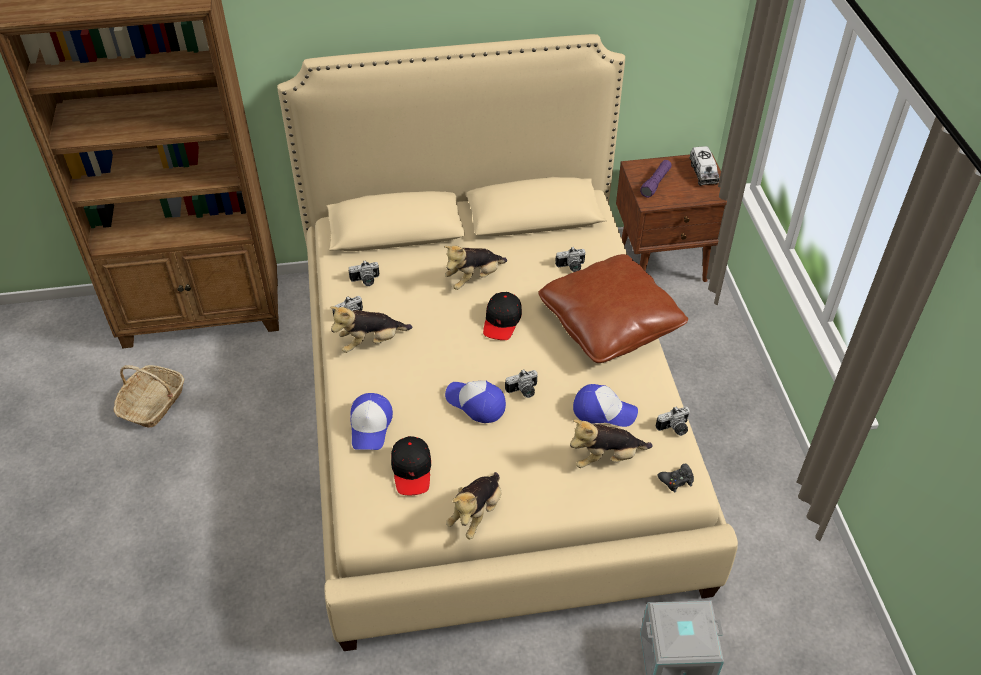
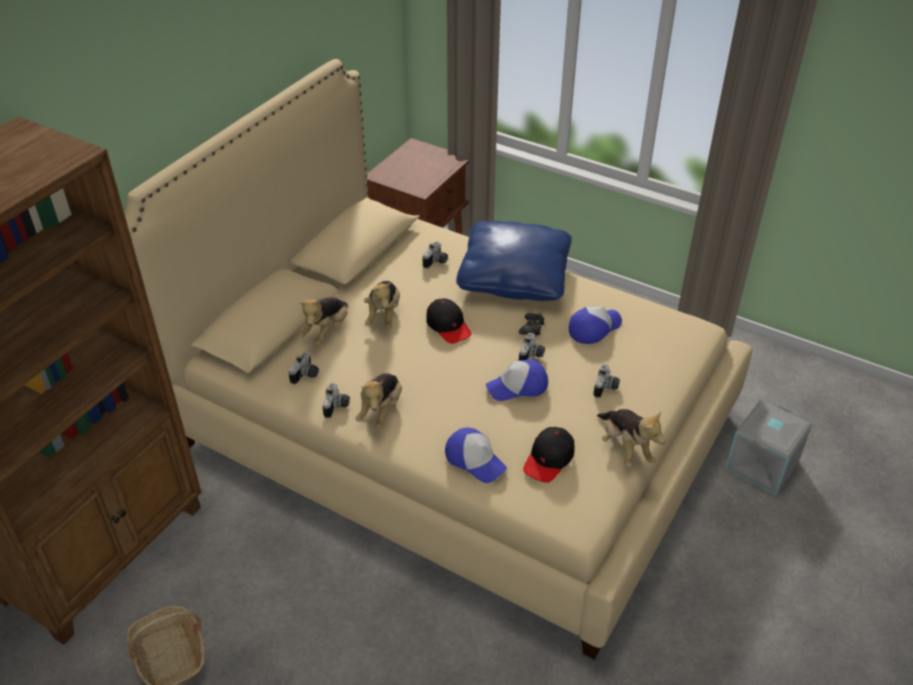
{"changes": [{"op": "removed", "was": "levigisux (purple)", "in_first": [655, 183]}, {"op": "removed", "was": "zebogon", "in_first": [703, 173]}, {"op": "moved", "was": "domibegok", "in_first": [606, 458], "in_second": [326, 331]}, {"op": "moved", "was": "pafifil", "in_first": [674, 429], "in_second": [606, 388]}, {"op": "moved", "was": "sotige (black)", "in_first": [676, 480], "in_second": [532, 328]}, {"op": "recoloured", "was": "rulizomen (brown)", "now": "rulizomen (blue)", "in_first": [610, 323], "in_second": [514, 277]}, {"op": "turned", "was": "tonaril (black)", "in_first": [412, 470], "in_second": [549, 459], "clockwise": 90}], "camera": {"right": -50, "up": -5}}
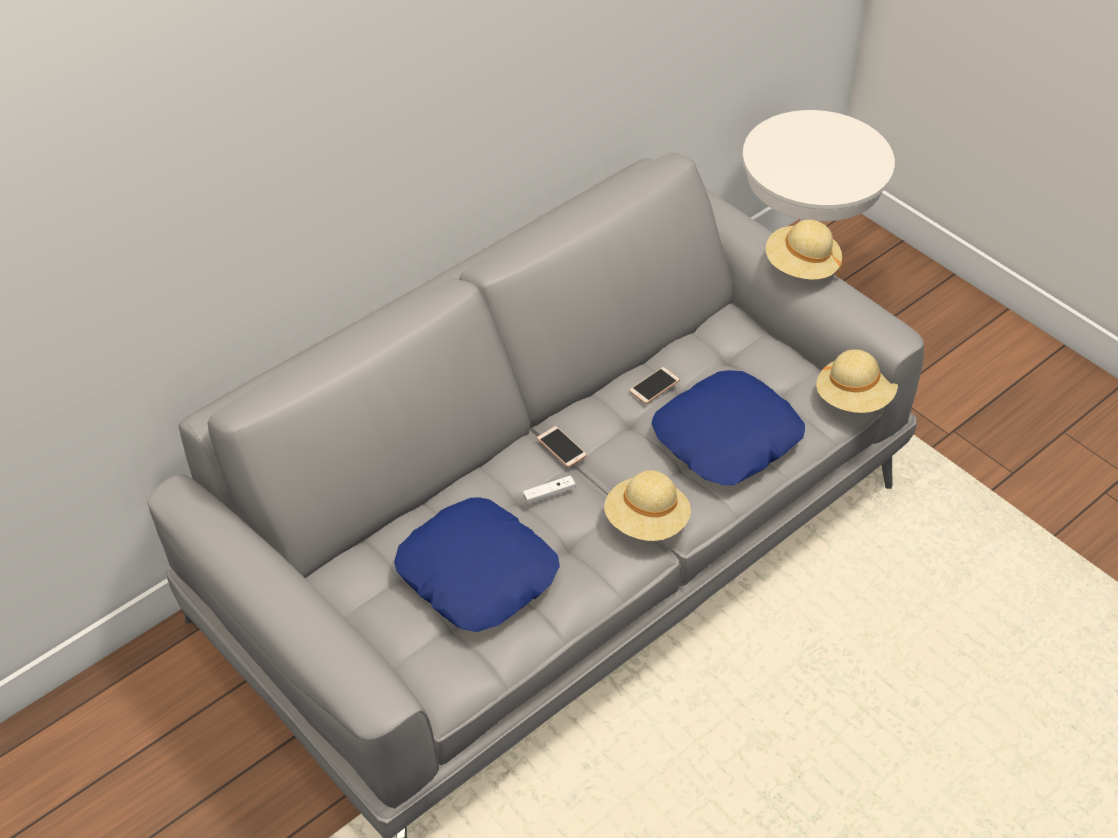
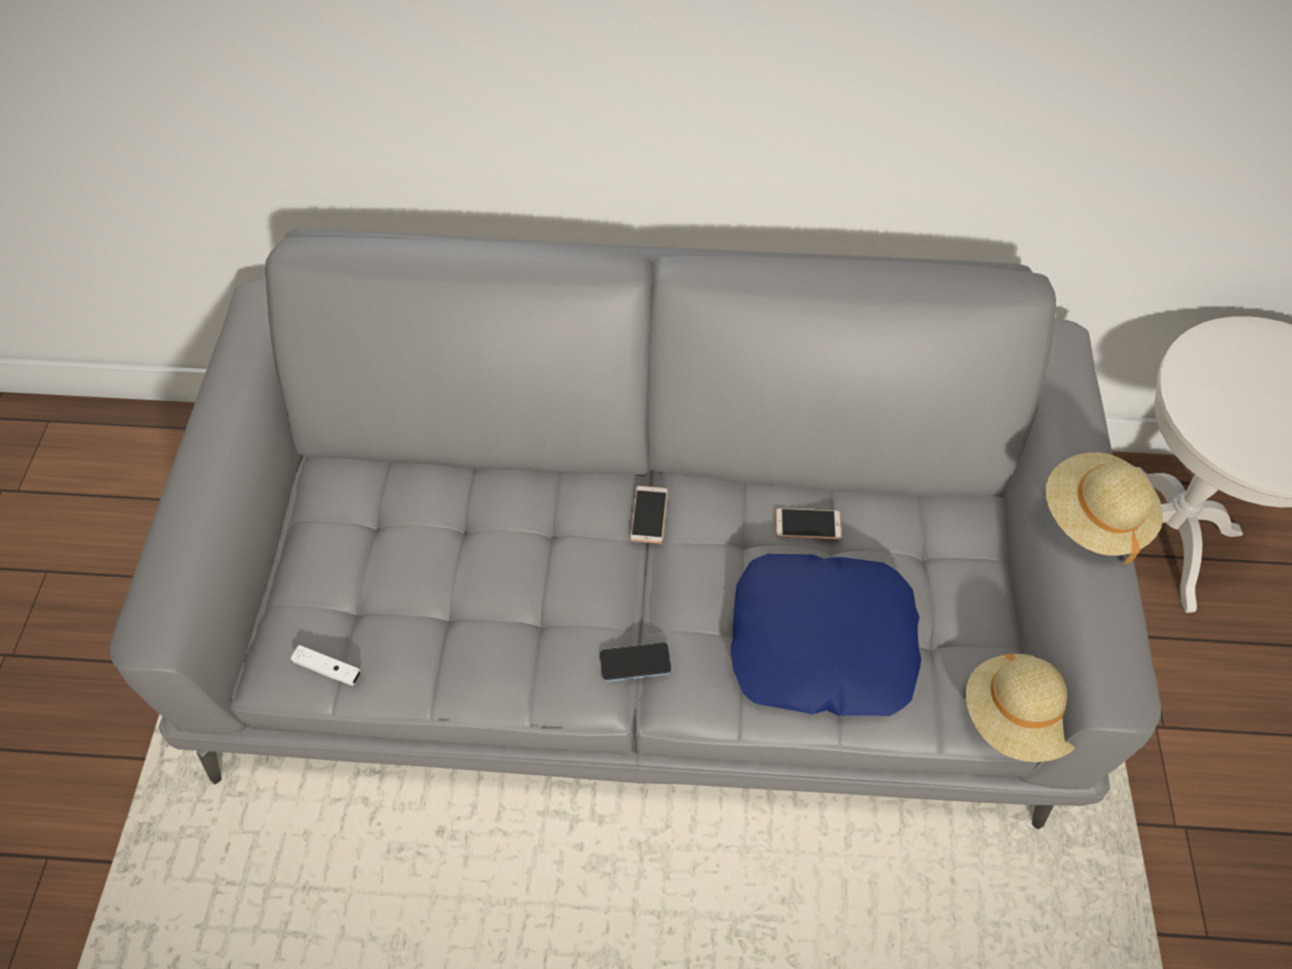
{"changes": [{"op": "removed", "was": "rulizomen (blue)", "in_first": [478, 573]}, {"op": "moved", "was": "sotige (white)", "in_first": [549, 494], "in_second": [328, 669]}, {"op": "replaced", "was": "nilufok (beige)", "now": "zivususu", "in_first": [646, 522], "in_second": [635, 663]}], "camera": {"right": 45, "up": 10}}
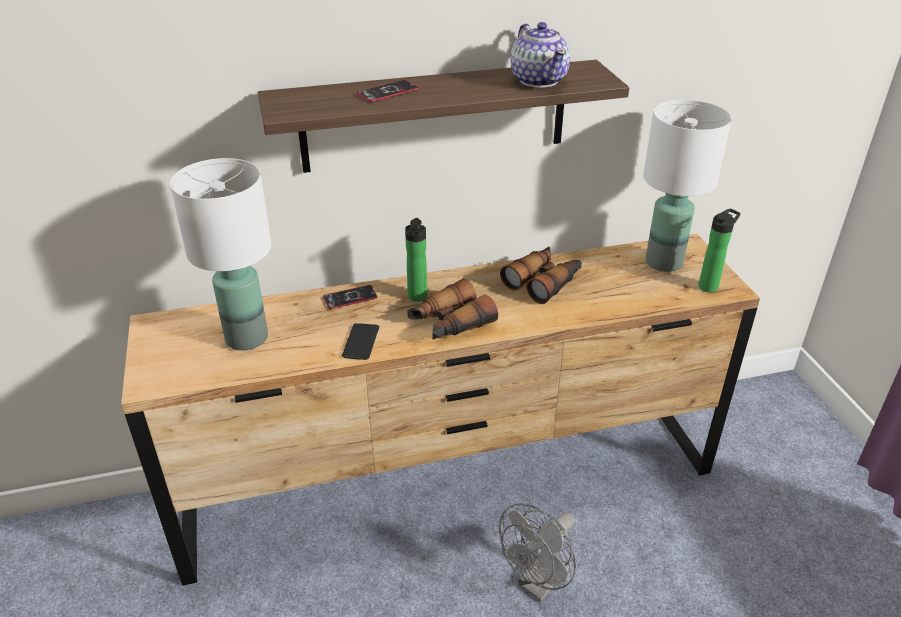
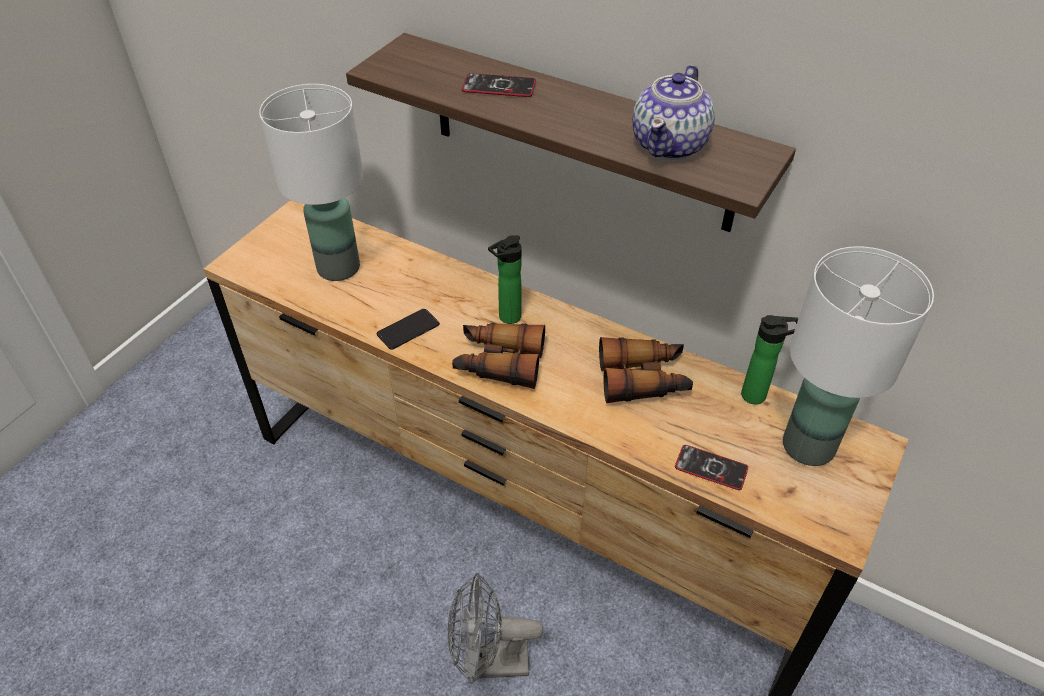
{"changes": [{"op": "moved", "was": "zivususu", "in_first": [350, 298], "in_second": [711, 468]}, {"op": "moved", "was": "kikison", "in_first": [710, 286], "in_second": [757, 395]}], "camera": {"right": 45, "up": 10}}
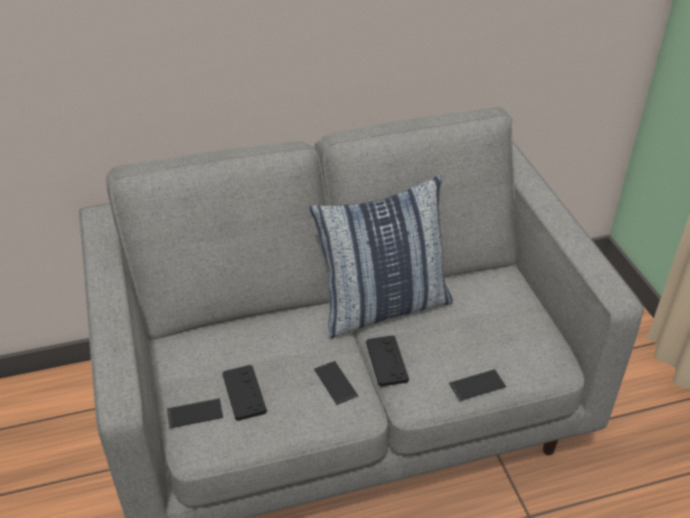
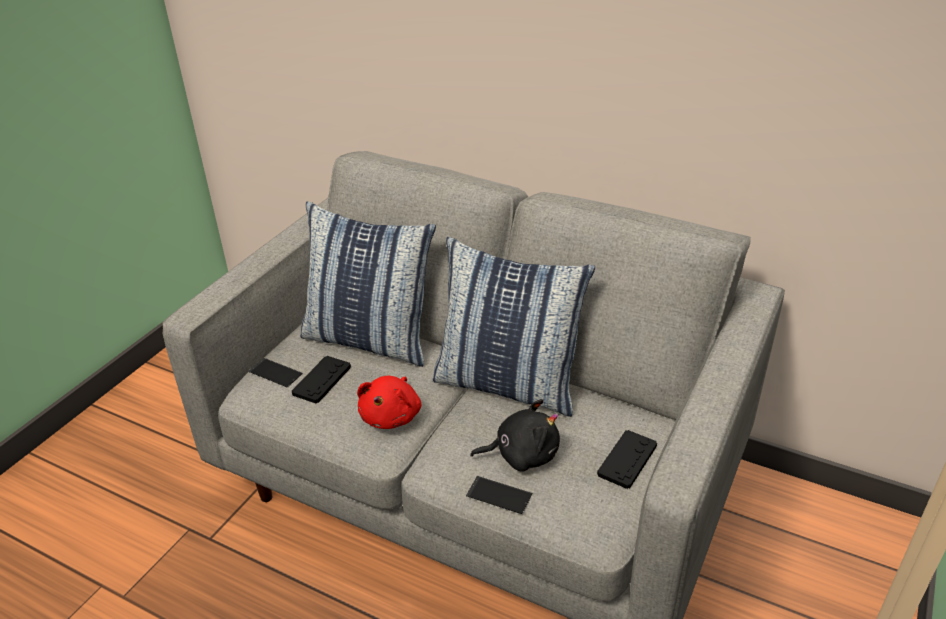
{"changes": [{"op": "added", "now": "rulizomen", "in_second": [370, 340]}, {"op": "added", "now": "domibegok (black)", "in_second": [522, 454]}, {"op": "moved", "was": "sotige (black)", "in_first": [386, 361], "in_second": [627, 460]}, {"op": "replaced", "was": "zivususu", "now": "domibegok (red)", "in_first": [335, 382], "in_second": [392, 416]}], "camera": {"right": 45, "up": -5}}
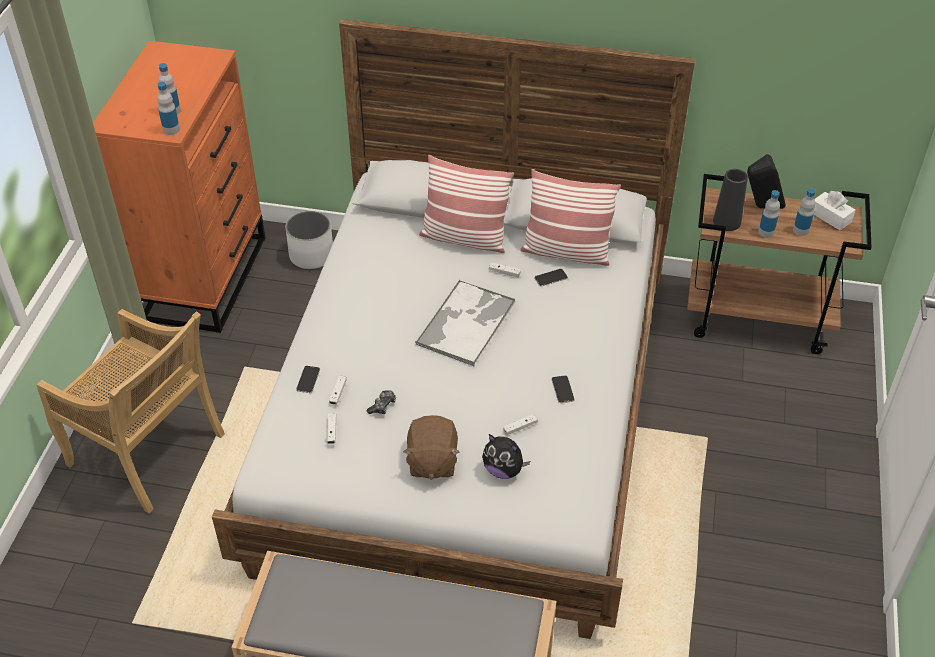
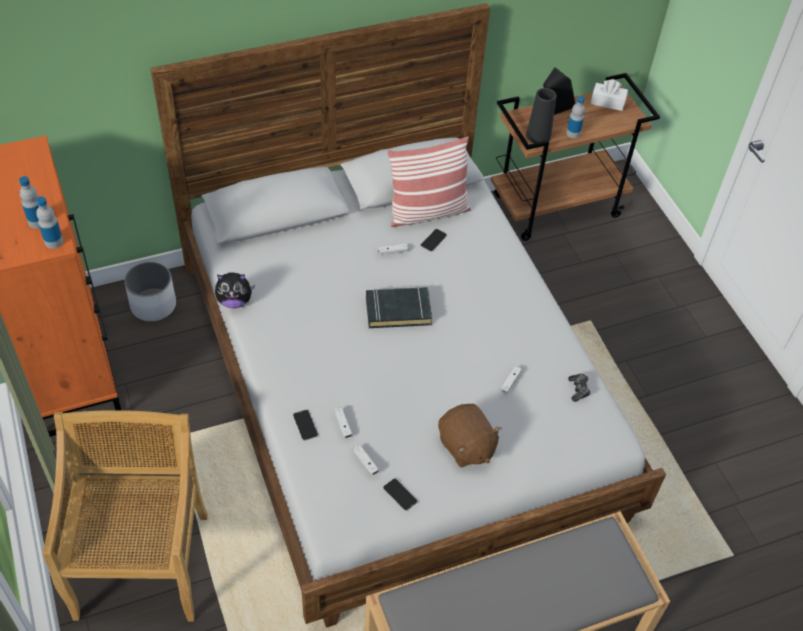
{"changes": [{"op": "removed", "was": "rulizomen", "in_first": [464, 238]}, {"op": "removed", "was": "kikison", "in_first": [801, 230]}, {"op": "moved", "was": "sotige", "in_first": [382, 406], "in_second": [578, 389]}, {"op": "moved", "was": "domibegok", "in_first": [503, 470], "in_second": [234, 301]}, {"op": "moved", "was": "zivususu", "in_first": [562, 389], "in_second": [400, 495]}, {"op": "replaced", "was": "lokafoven", "now": "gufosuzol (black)", "in_first": [466, 323], "in_second": [398, 310]}, {"op": "turned", "was": "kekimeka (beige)", "in_first": [148, 451], "in_second": [142, 562], "clockwise": -90}], "camera": {"right": -35, "up": 5}}
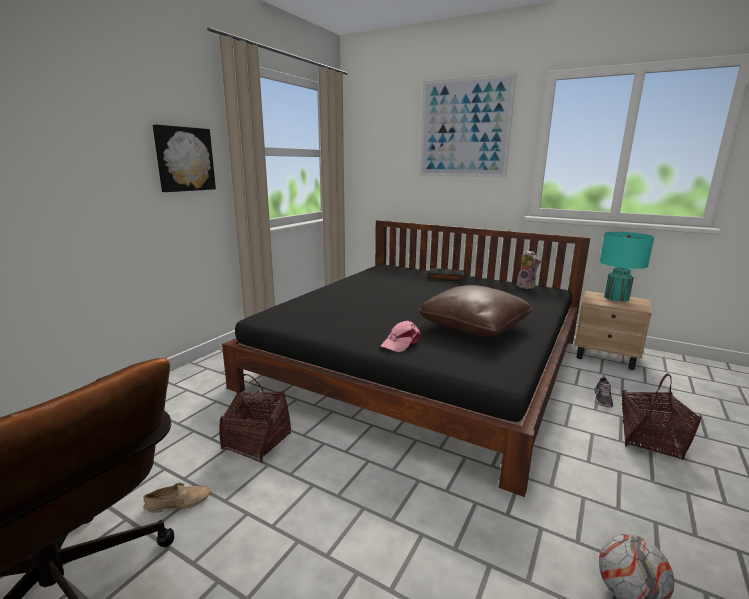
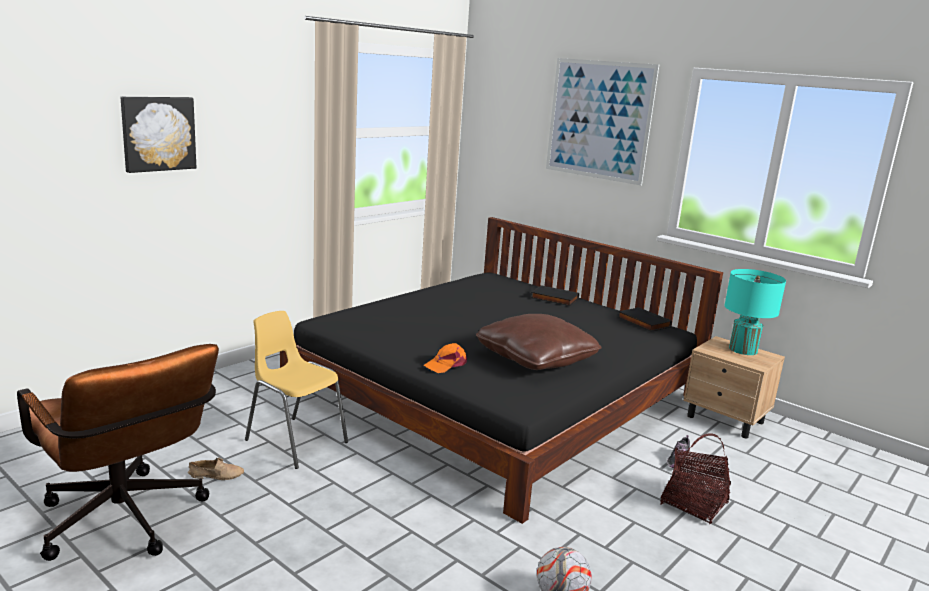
{"changes": [{"op": "moved", "was": "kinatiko", "in_first": [184, 159], "in_second": [158, 133]}, {"op": "replaced", "was": "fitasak", "now": "kekimeka (yellow)", "in_first": [257, 441], "in_second": [295, 441]}, {"op": "replaced", "was": "domibegok", "now": "gufosuzol (black)", "in_first": [526, 286], "in_second": [642, 322]}, {"op": "recoloured", "was": "tonaril (pink)", "now": "tonaril (orange)", "in_first": [401, 343], "in_second": [446, 365]}], "camera": {"right": 10, "up": 0}}
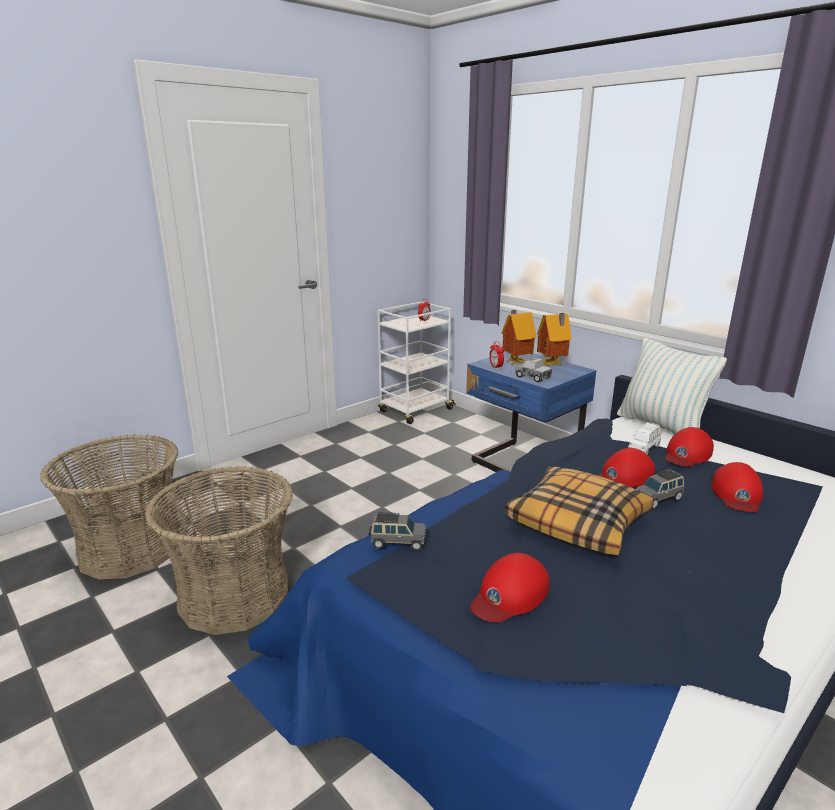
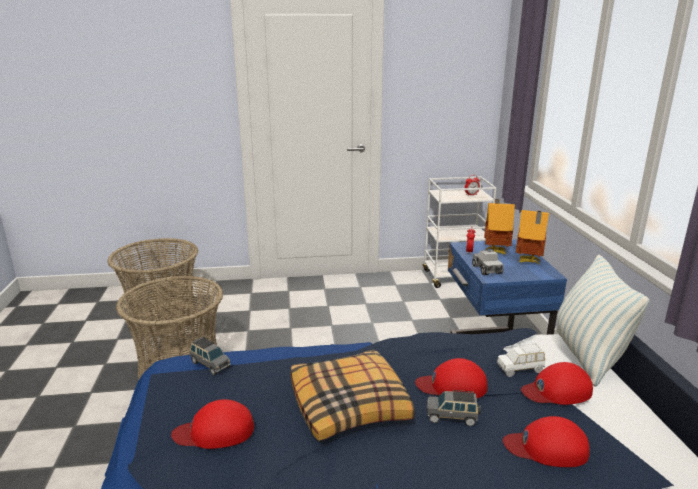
{"changes": [{"op": "turned", "was": "tonaril (red)", "in_first": [737, 494], "in_second": [546, 448], "clockwise": 45}], "camera": {"right": 35, "up": 0}}
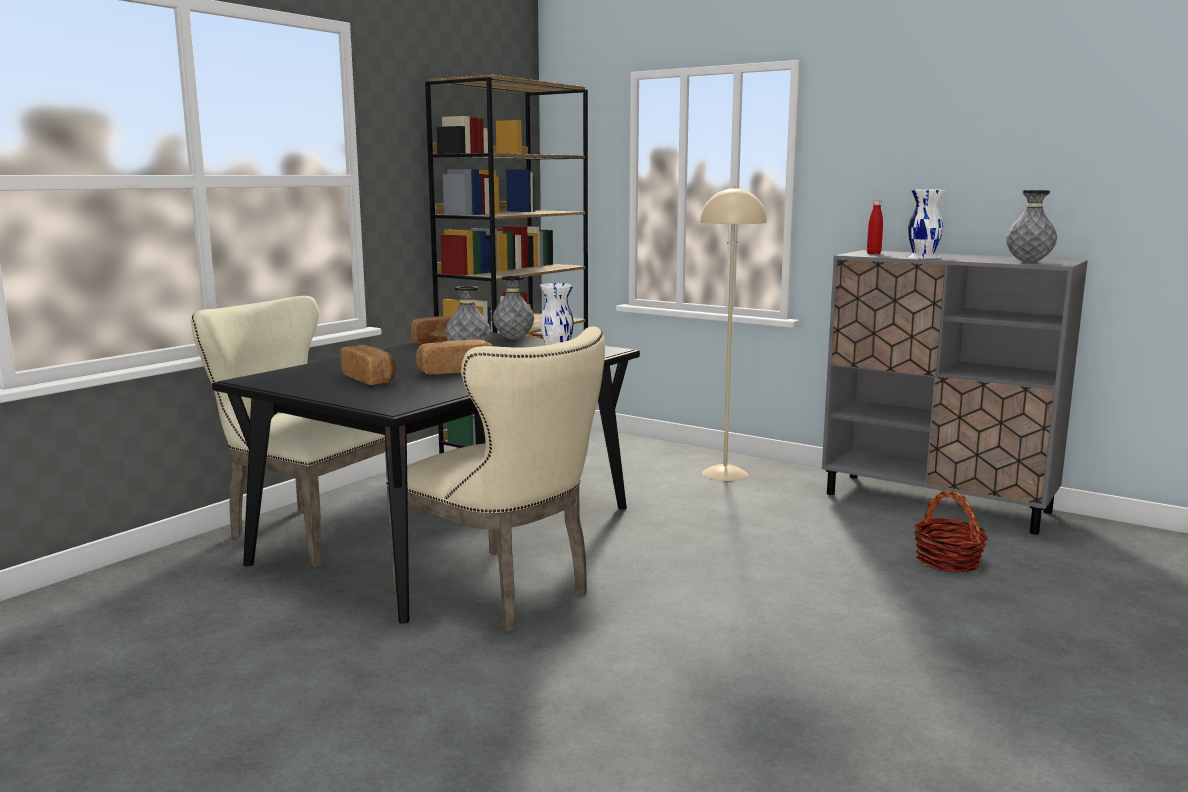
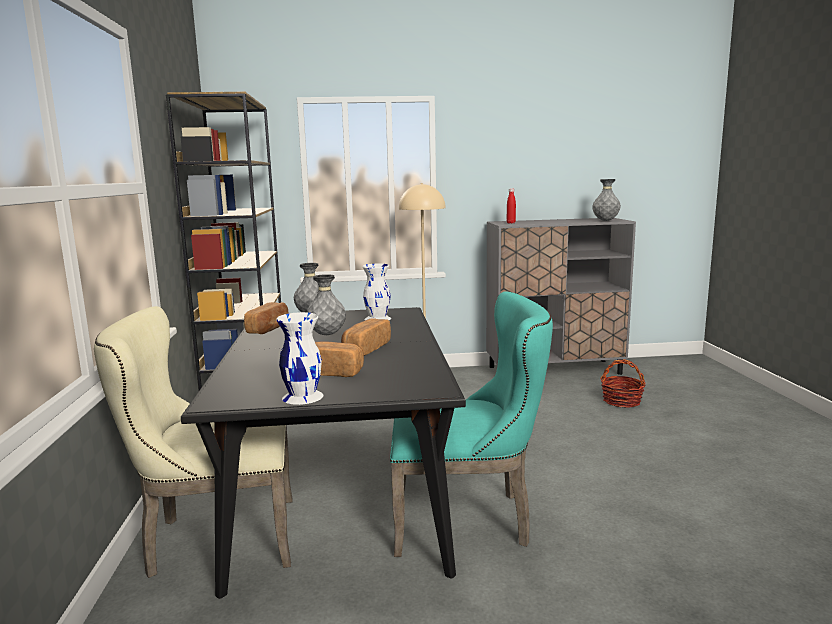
{"changes": [{"op": "moved", "was": "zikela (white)", "in_first": [923, 257], "in_second": [302, 396]}, {"op": "recoloured", "was": "kekimeka (beige)", "now": "kekimeka (turquoise)", "in_first": [504, 593], "in_second": [469, 519]}], "camera": {"right": -40, "up": 0}}
